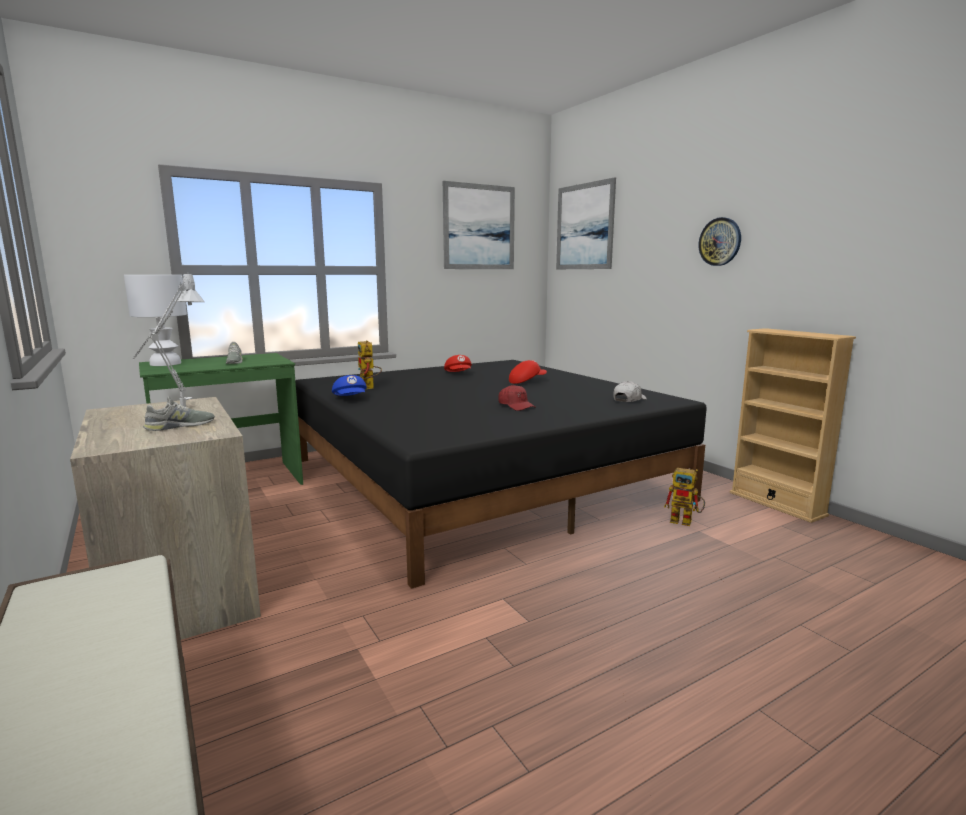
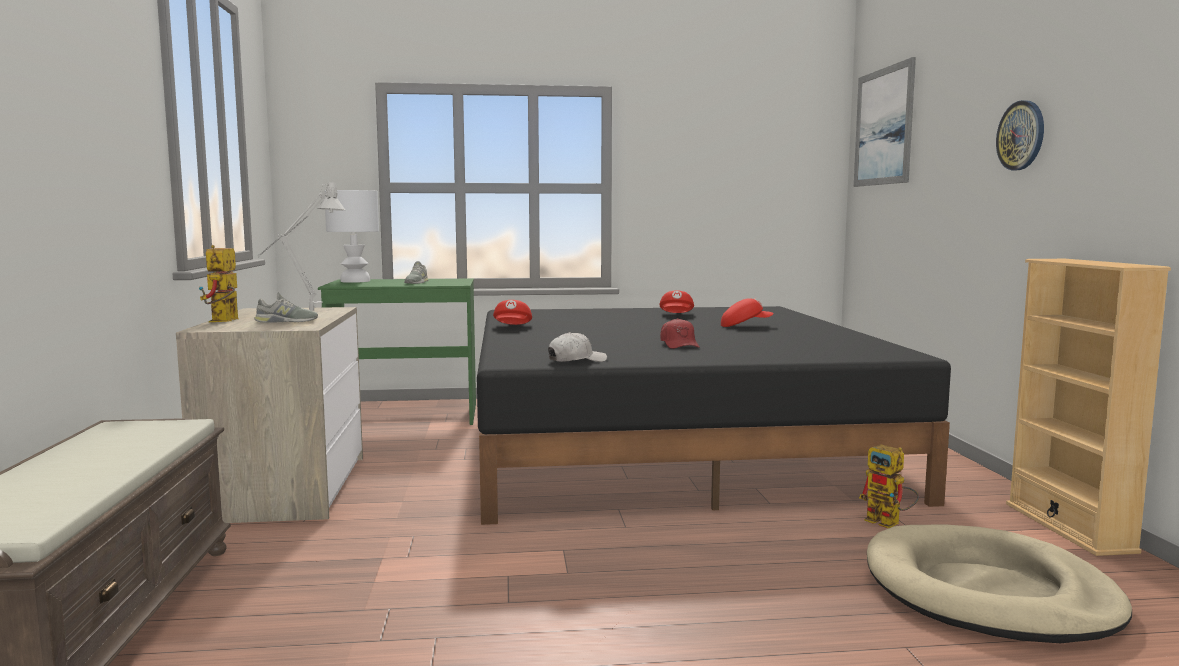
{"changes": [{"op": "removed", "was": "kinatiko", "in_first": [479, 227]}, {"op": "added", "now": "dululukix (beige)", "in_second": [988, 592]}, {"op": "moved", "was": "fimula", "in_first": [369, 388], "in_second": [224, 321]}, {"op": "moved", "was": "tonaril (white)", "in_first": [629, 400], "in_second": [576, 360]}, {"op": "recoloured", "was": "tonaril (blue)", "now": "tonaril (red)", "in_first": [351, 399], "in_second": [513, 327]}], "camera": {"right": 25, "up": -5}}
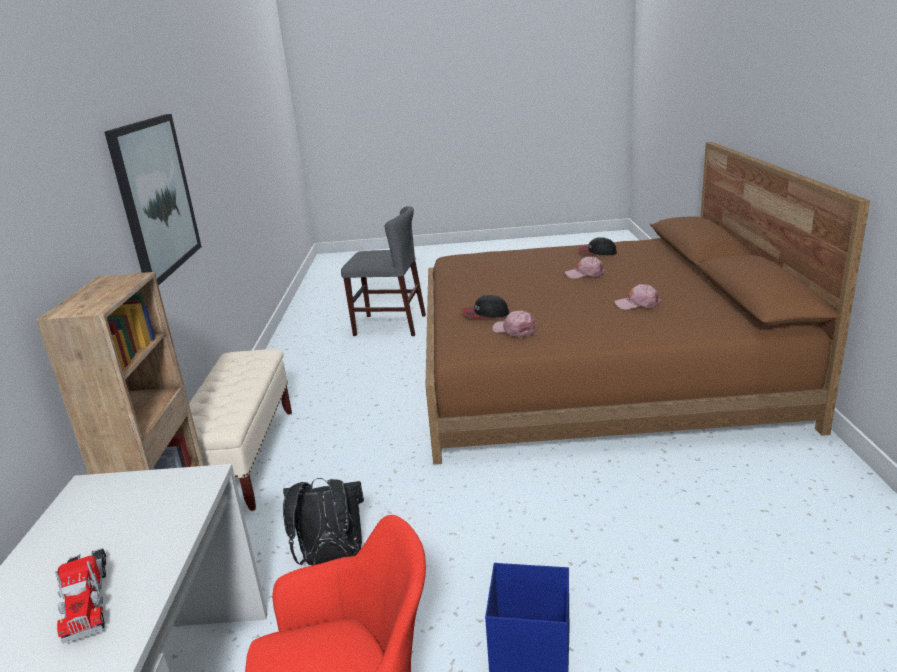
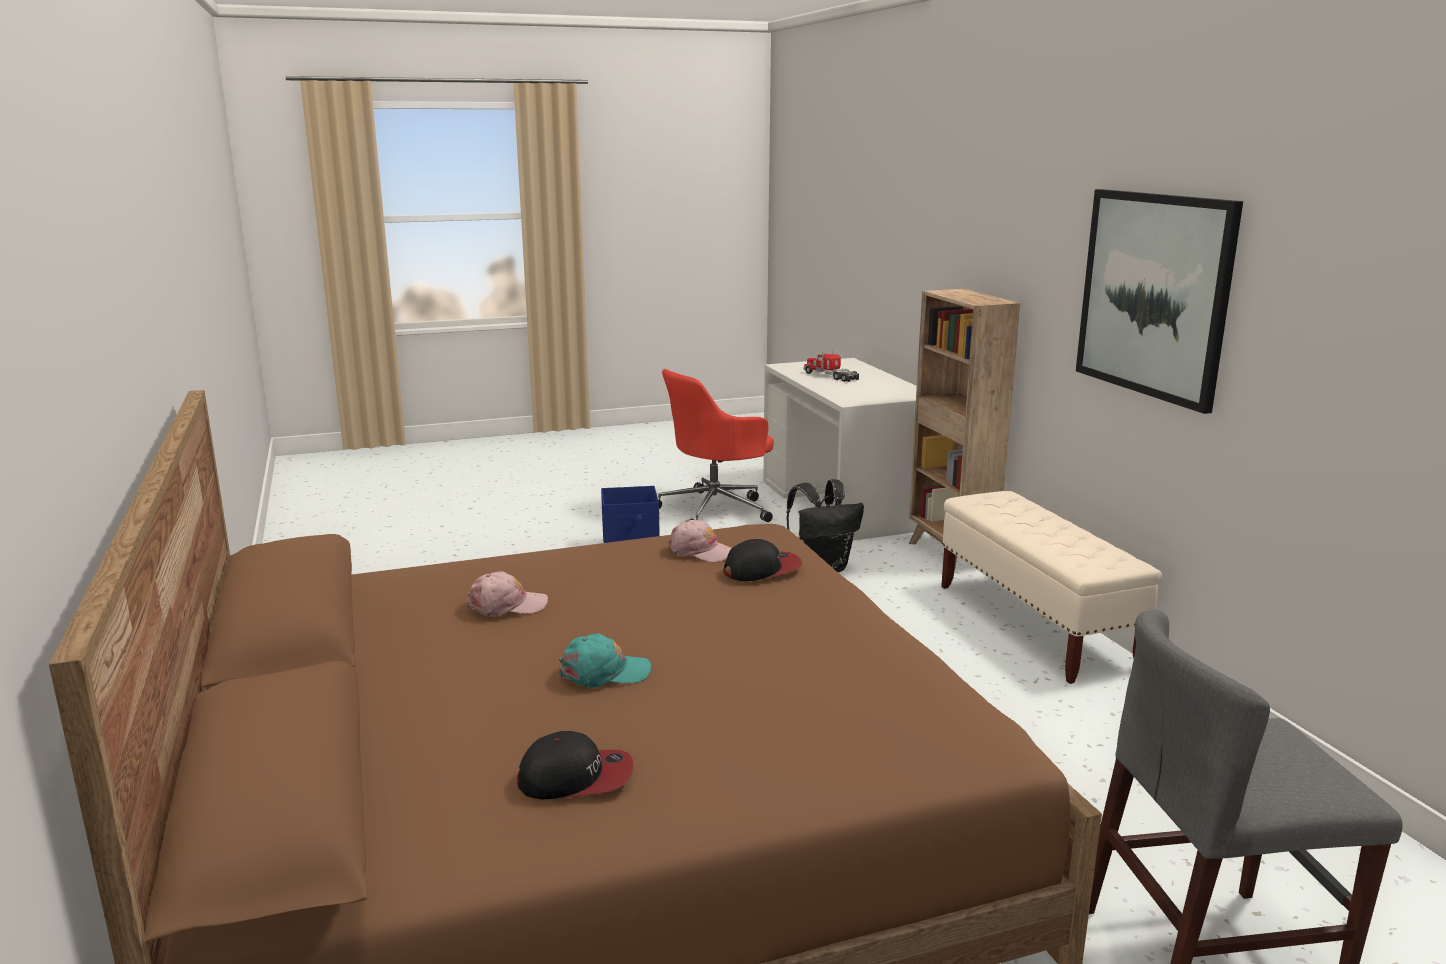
{"changes": [{"op": "recoloured", "was": "tonaril (pink)", "now": "tonaril (turquoise)", "in_first": [585, 274], "in_second": [604, 672]}], "camera": {"right": 160, "up": -5}}
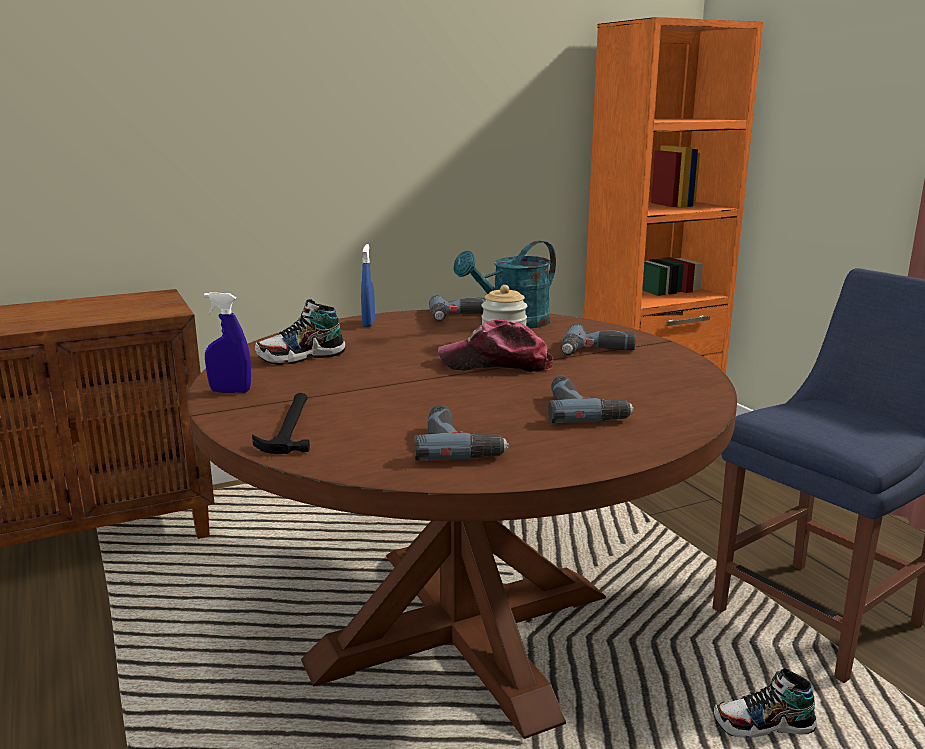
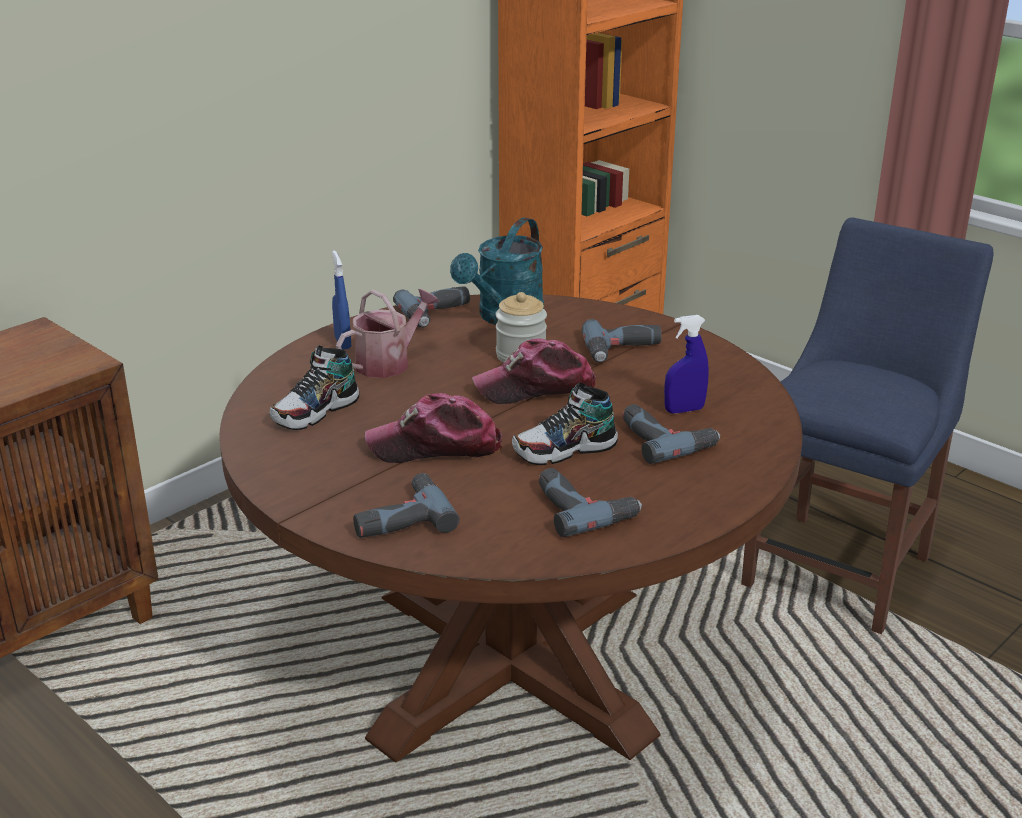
{"changes": [{"op": "added", "now": "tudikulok", "in_second": [389, 362]}, {"op": "added", "now": "tonaril", "in_second": [436, 446]}, {"op": "moved", "was": "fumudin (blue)", "in_first": [230, 391], "in_second": [684, 410]}, {"op": "moved", "was": "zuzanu", "in_first": [763, 726], "in_second": [565, 450]}, {"op": "replaced", "was": "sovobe", "now": "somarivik", "in_first": [290, 426], "in_second": [399, 517]}], "camera": {"right": -20, "up": 10}}
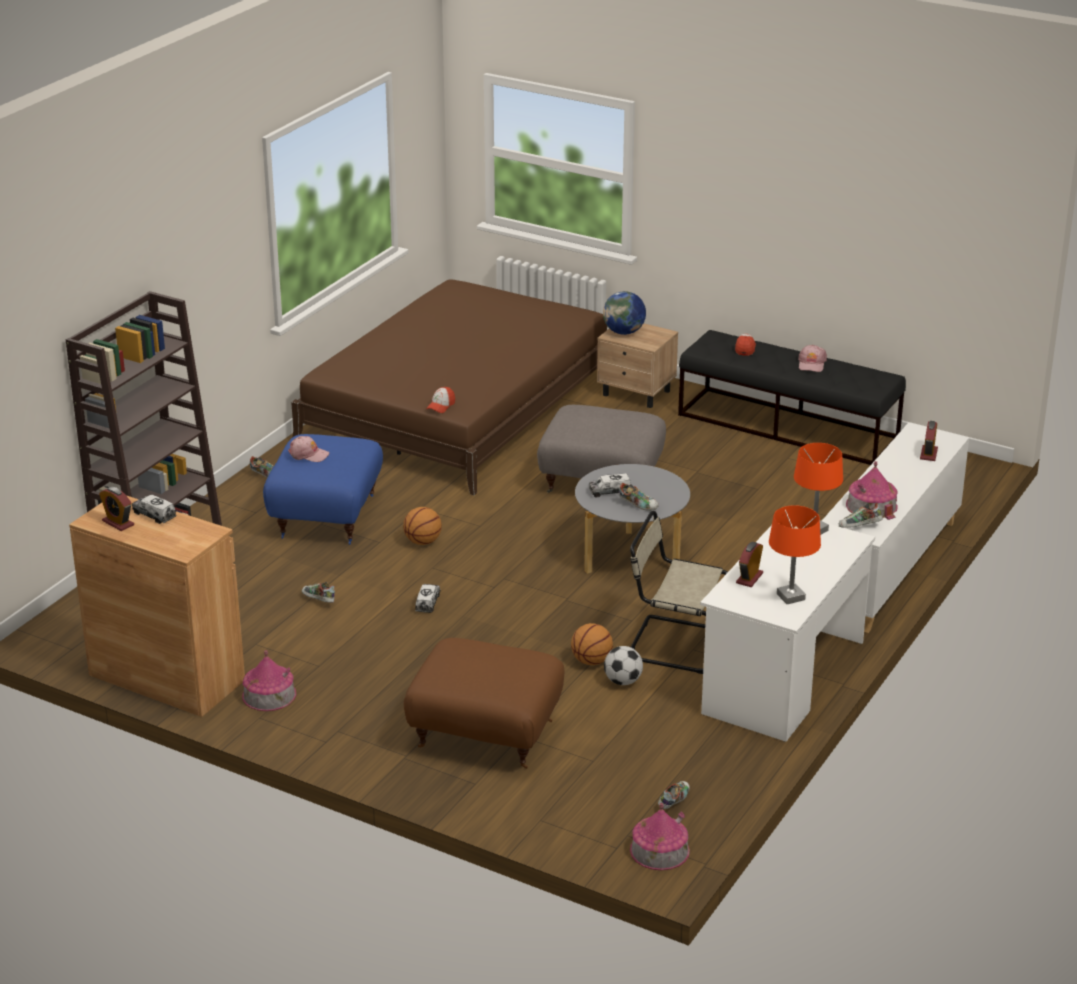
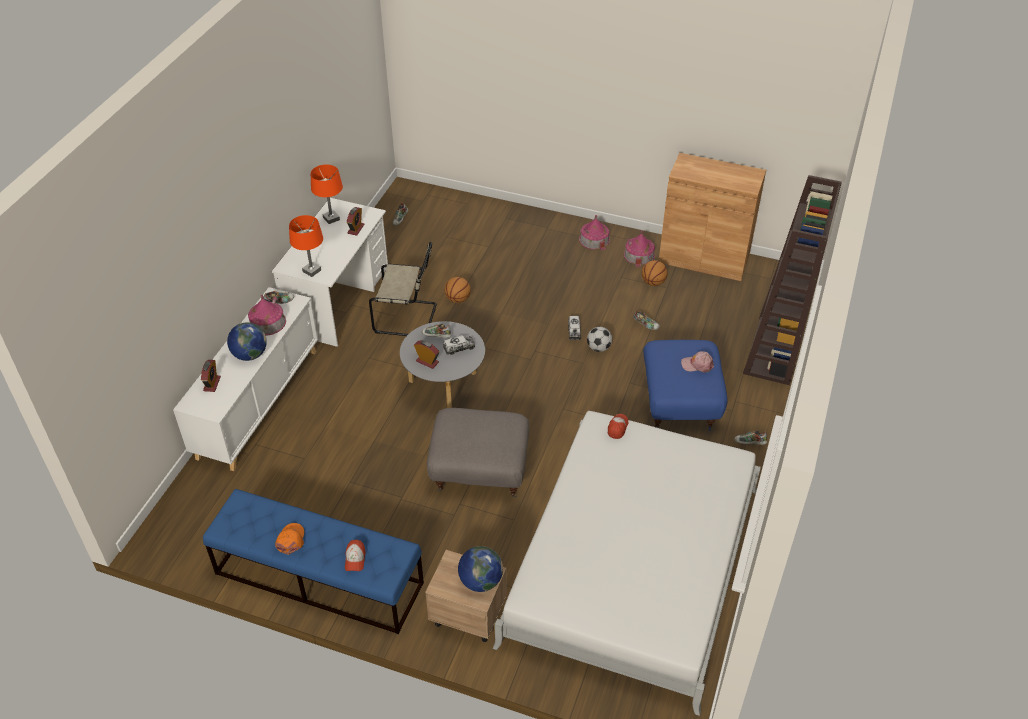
{"changes": [{"op": "removed", "was": "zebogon", "in_first": [154, 515]}, {"op": "removed", "was": "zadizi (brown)", "in_first": [484, 736]}, {"op": "added", "now": "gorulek", "in_second": [250, 355]}, {"op": "moved", "was": "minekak", "in_first": [118, 523], "in_second": [427, 362]}, {"op": "moved", "was": "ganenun", "in_first": [422, 542], "in_second": [653, 283]}, {"op": "moved", "was": "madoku", "in_first": [623, 681], "in_second": [598, 348]}, {"op": "moved", "was": "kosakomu", "in_first": [659, 850], "in_second": [594, 239]}, {"op": "recoloured", "was": "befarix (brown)", "now": "befarix (white)", "in_first": [458, 407], "in_second": [632, 564]}, {"op": "recoloured", "was": "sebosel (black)", "now": "sebosel (blue)", "in_first": [788, 427], "in_second": [318, 578]}, {"op": "recoloured", "was": "tonaril (pink)", "now": "tonaril (orange)", "in_first": [811, 364], "in_second": [291, 540]}], "camera": {"right": 170, "up": 15}}
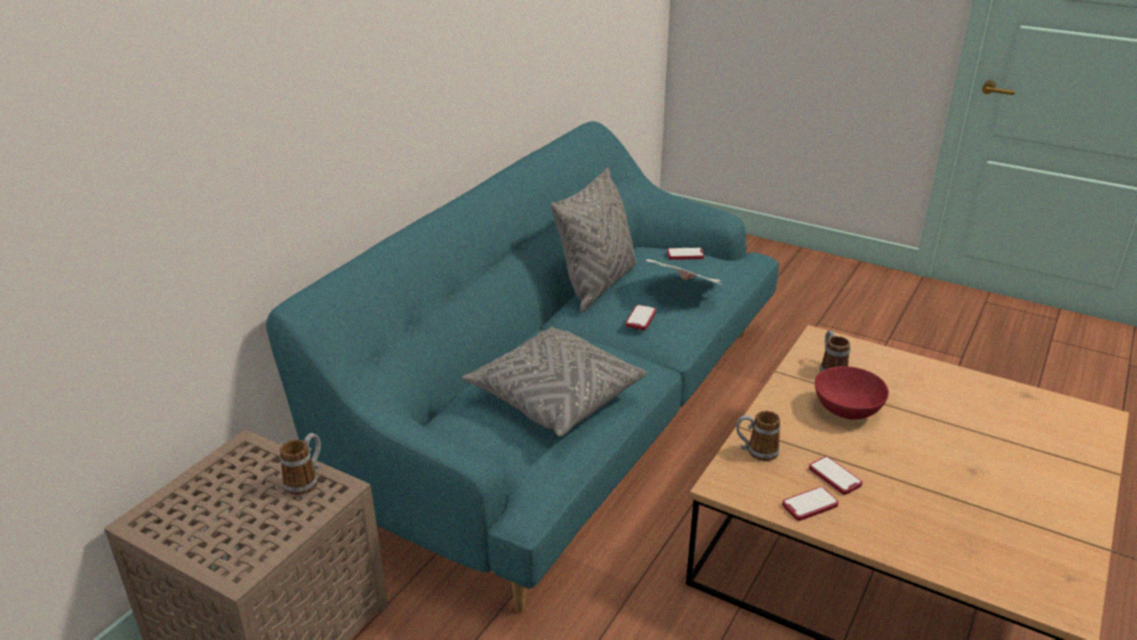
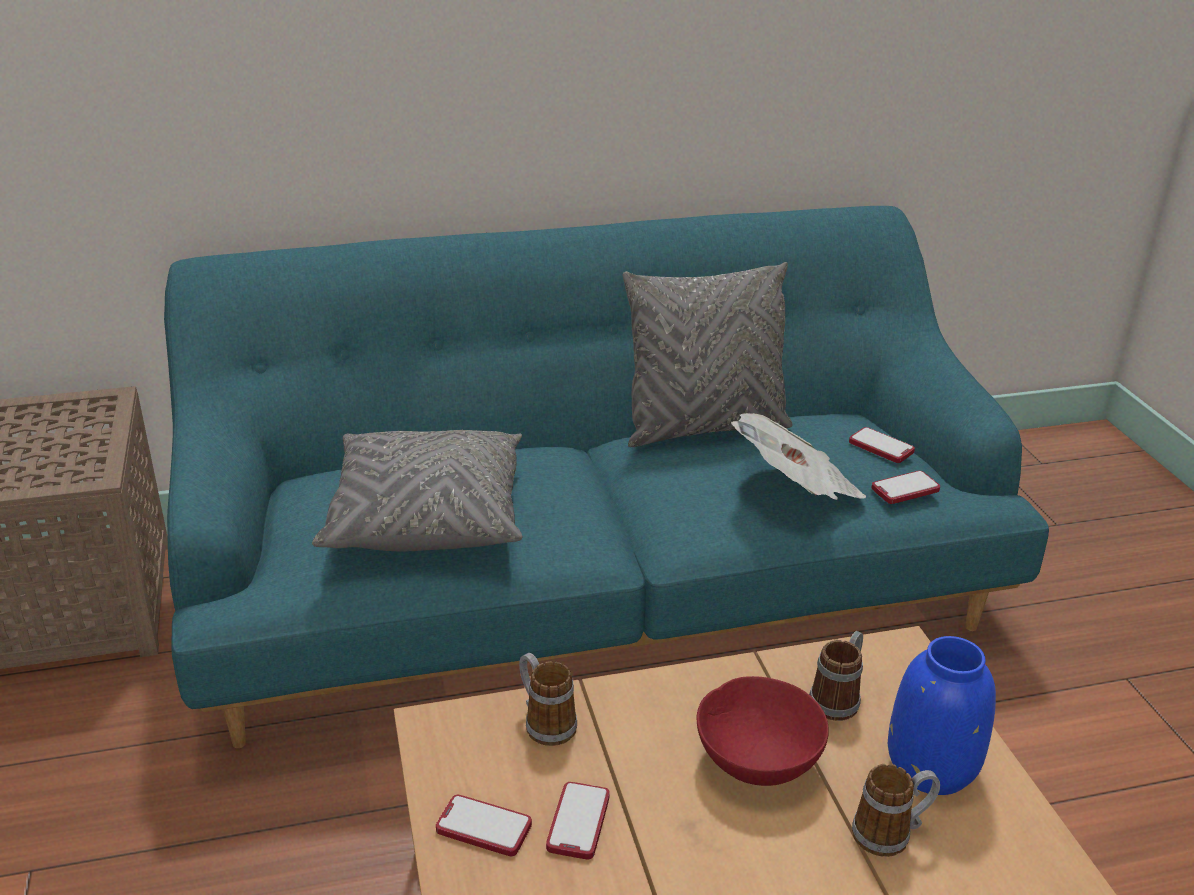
{"changes": [{"op": "added", "now": "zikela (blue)", "in_second": [932, 767]}, {"op": "moved", "was": "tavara", "in_first": [306, 480], "in_second": [891, 833]}, {"op": "moved", "was": "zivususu", "in_first": [640, 318], "in_second": [905, 489]}], "camera": {"right": 45, "up": 0}}
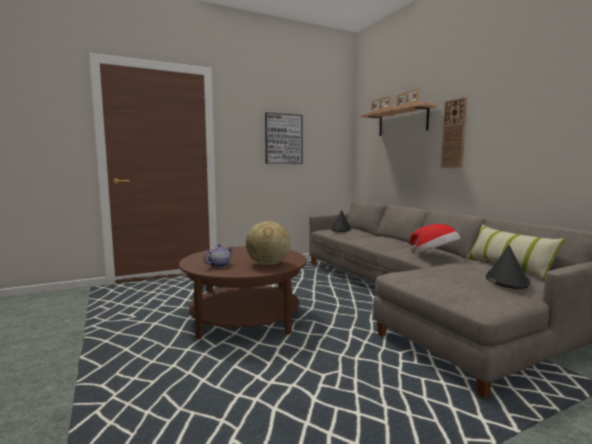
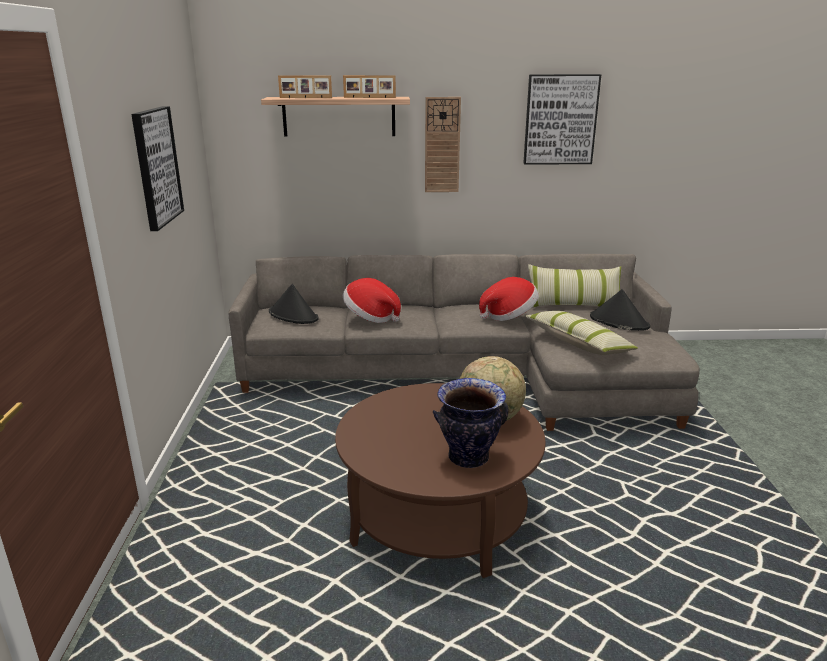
{"changes": [{"op": "added", "now": "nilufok", "in_second": [370, 317]}, {"op": "added", "now": "kinatiko", "in_second": [560, 120]}, {"op": "added", "now": "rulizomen", "in_second": [578, 343]}, {"op": "replaced", "was": "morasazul", "now": "zikela", "in_first": [219, 265], "in_second": [468, 458]}], "camera": {"right": -65, "up": 15}}
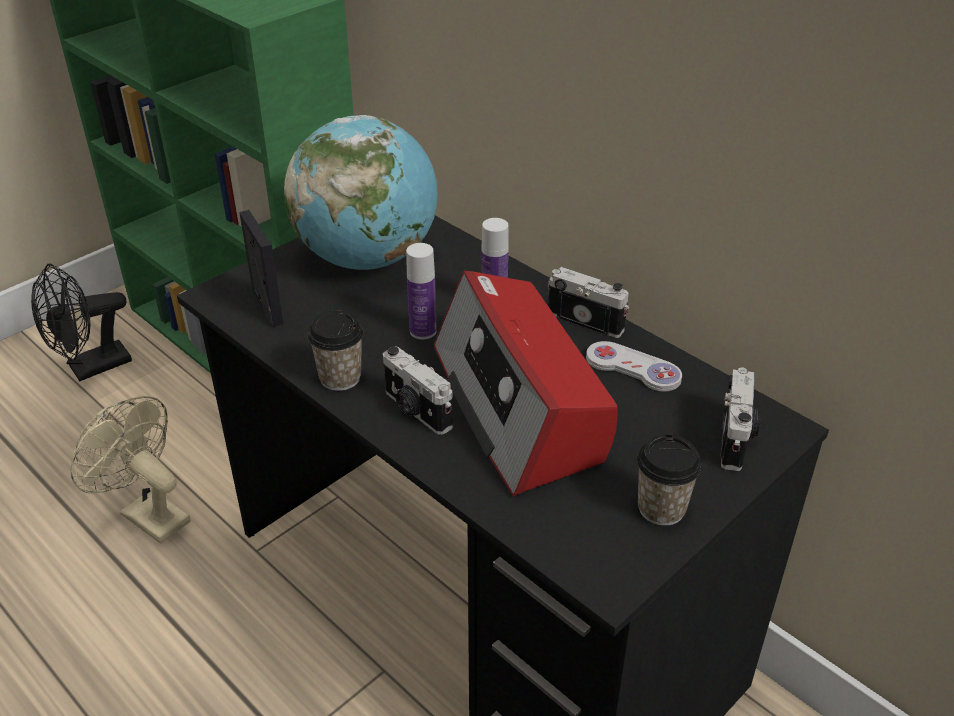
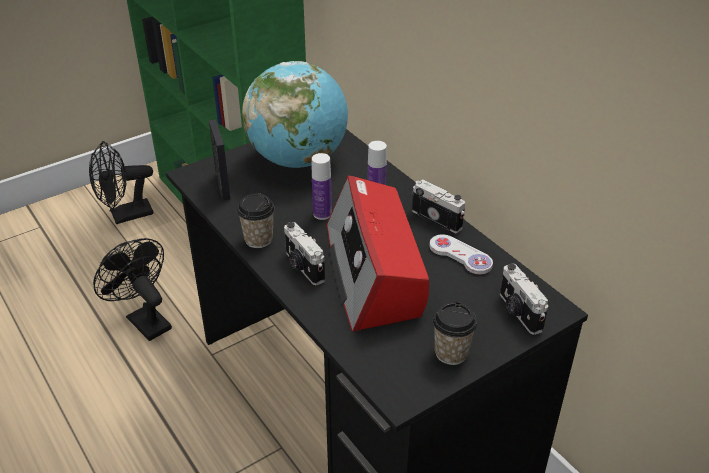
{"changes": [{"op": "recoloured", "was": "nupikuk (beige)", "now": "nupikuk (black)", "in_first": [147, 514], "in_second": [144, 320]}, {"op": "turned", "was": "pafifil", "in_first": [736, 438], "in_second": [518, 312], "clockwise": 135}], "camera": {"right": 10, "up": 0}}
